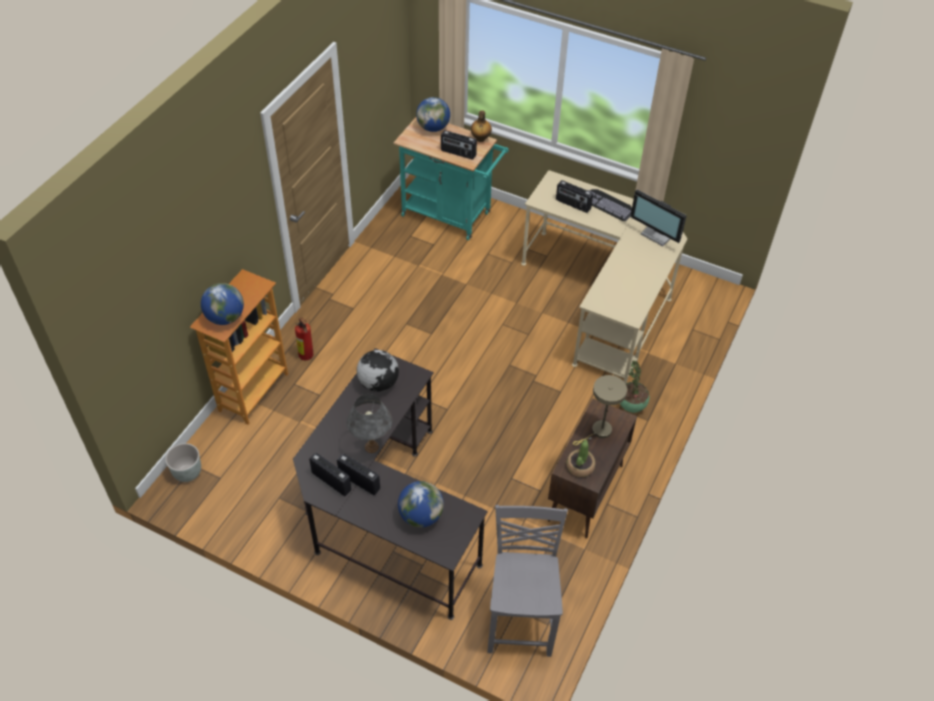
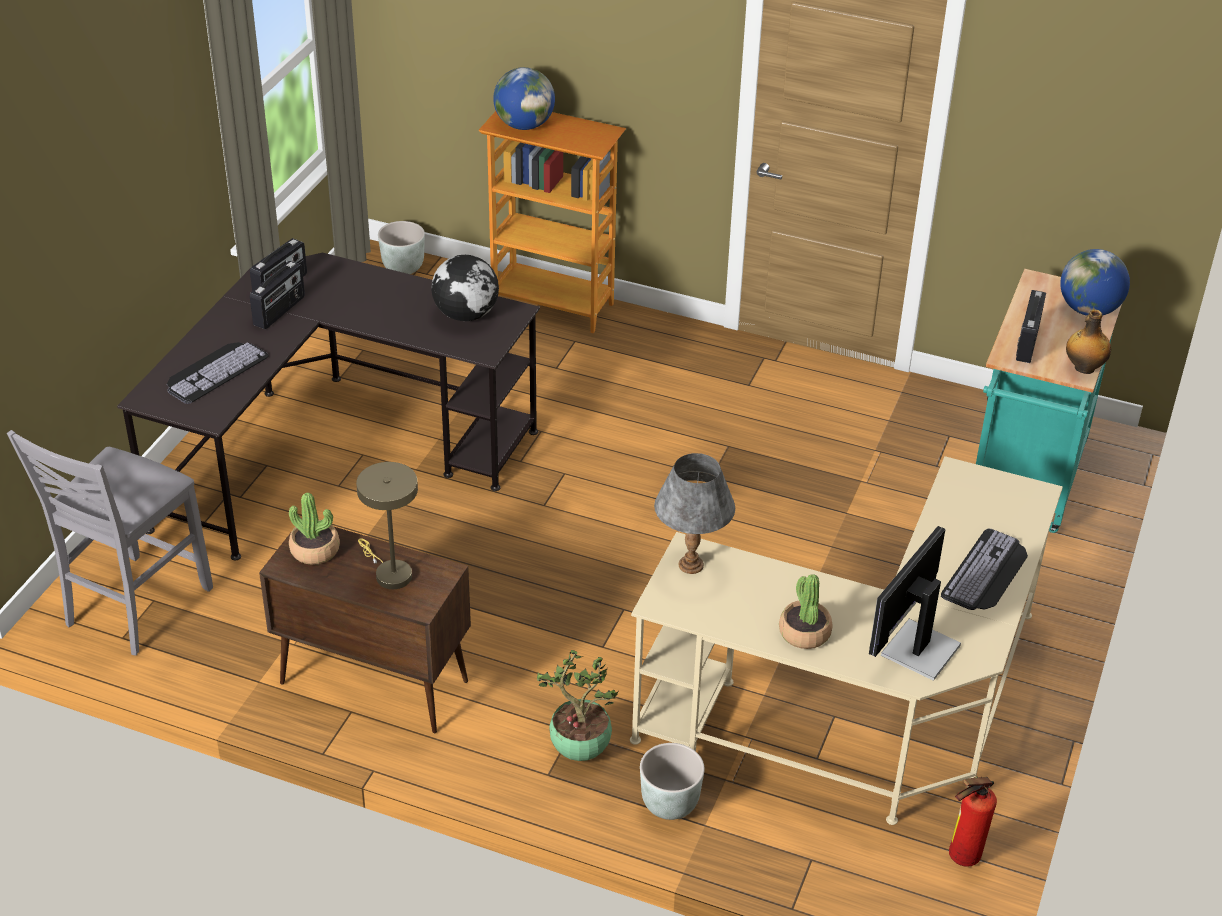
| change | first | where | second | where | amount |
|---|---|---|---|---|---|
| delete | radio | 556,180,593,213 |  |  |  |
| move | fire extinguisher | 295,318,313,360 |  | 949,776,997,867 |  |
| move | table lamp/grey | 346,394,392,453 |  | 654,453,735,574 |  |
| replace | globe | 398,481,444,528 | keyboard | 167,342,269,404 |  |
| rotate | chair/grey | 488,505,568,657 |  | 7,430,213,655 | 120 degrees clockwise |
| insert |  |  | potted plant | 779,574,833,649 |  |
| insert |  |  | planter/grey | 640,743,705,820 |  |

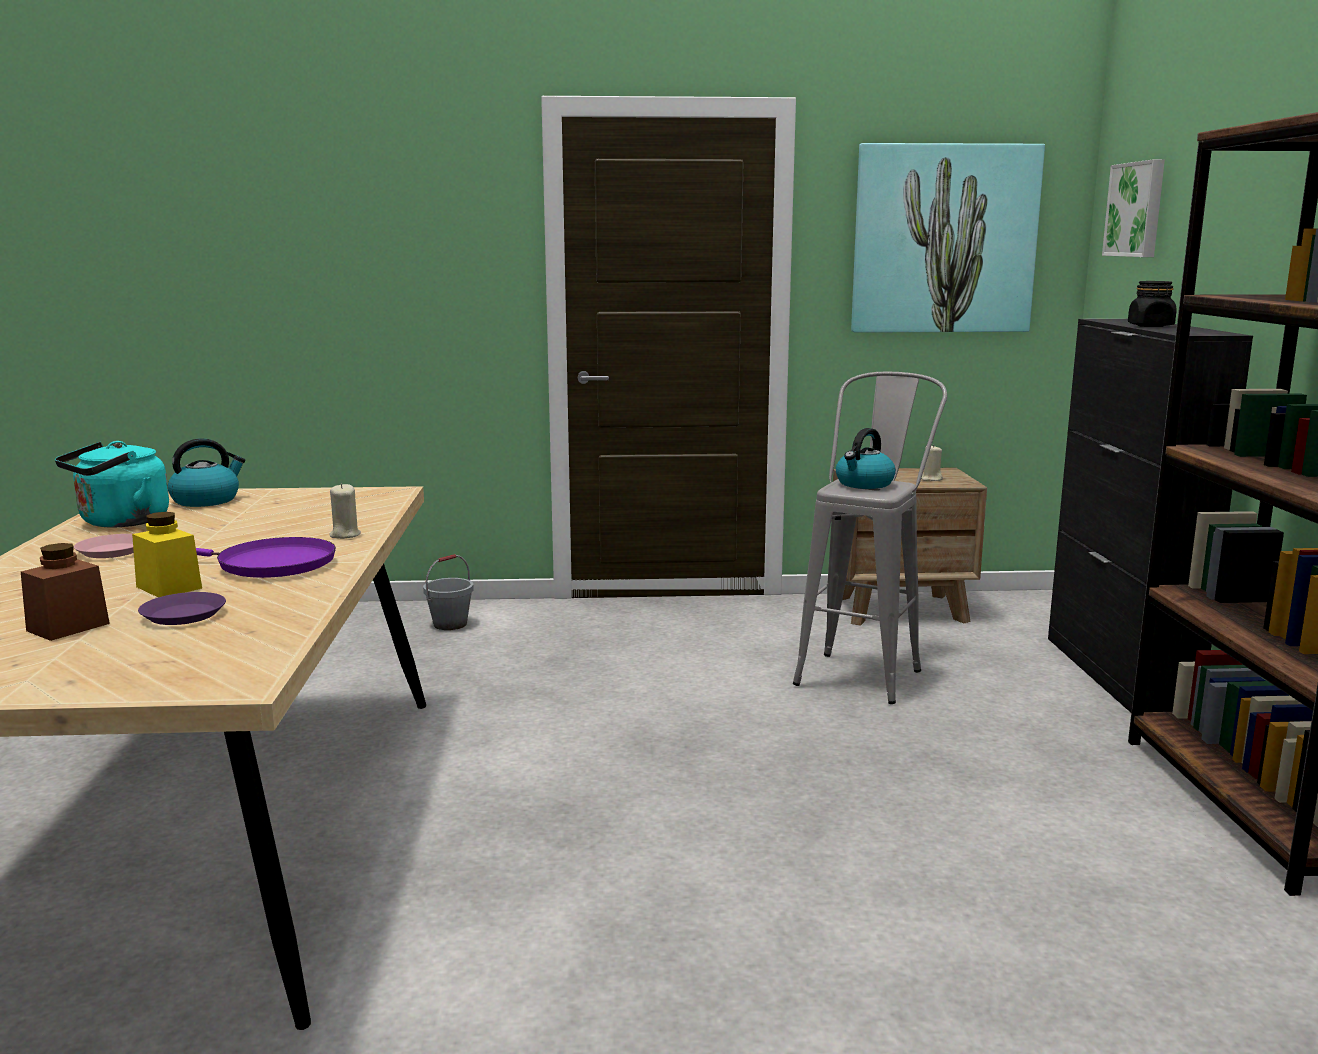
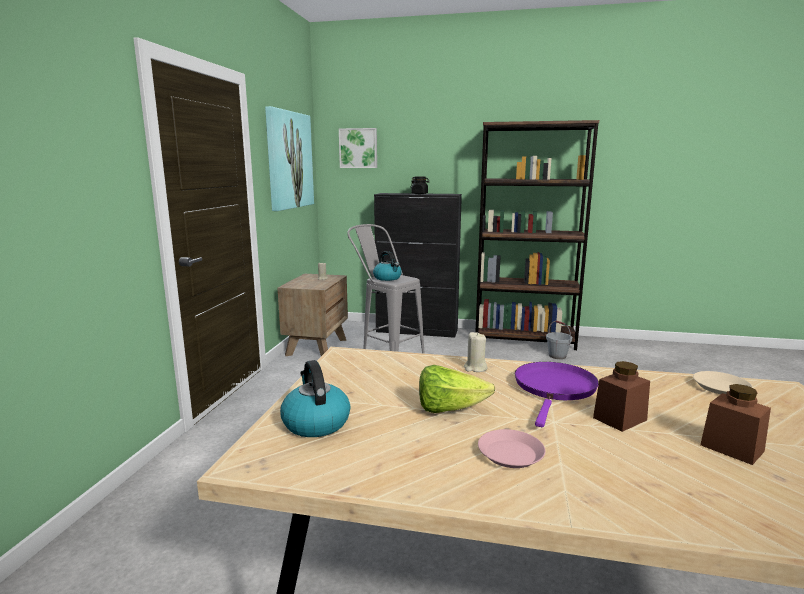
| change | first | where | second | where | amount |
|---|---|---|---|---|---|
| delete | kettle/turquoise | 55,441,169,527 |  |  |  |
| recolor | jar/yellow | 132,512,202,597 | jar/brown | 593,361,650,432 |  |
| move | bucket/grey | 423,554,474,630 |  | 546,320,572,359 |  |
| delete | plate/purple | 138,592,226,625 |  |  |  |
| insert |  |  | lettuce | 419,365,495,413 |  |
| insert |  |  | plate/beige | 693,371,753,394 |  |

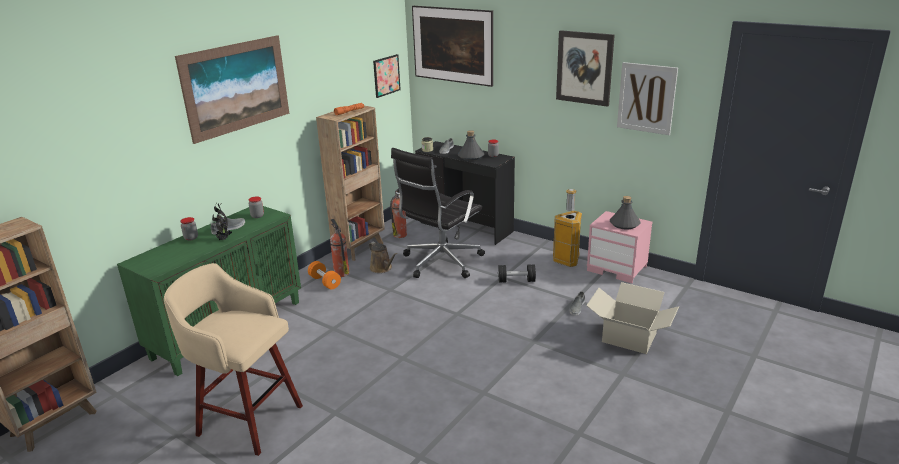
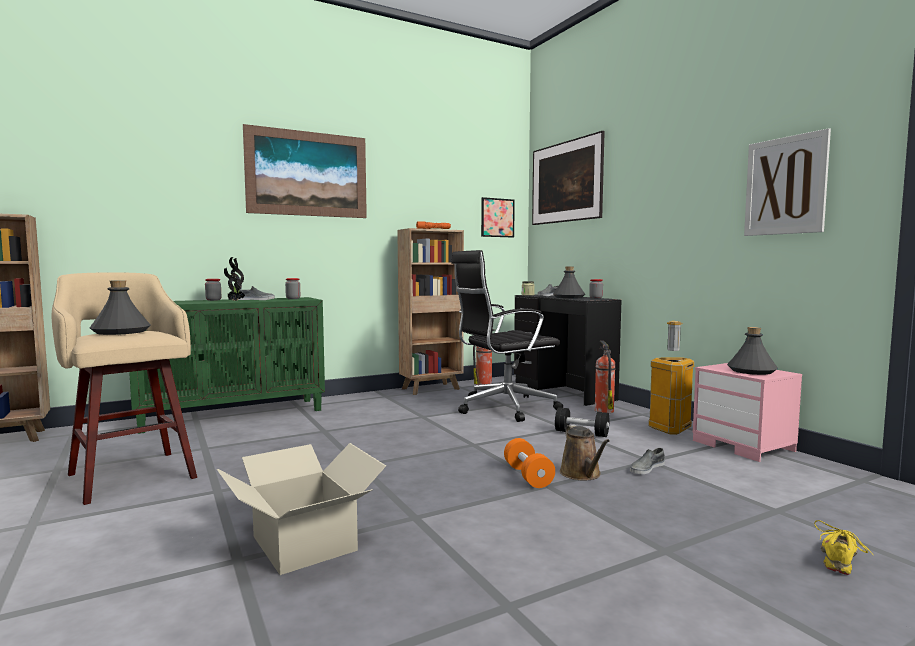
| change | first | where | second | where | amount |
|---|---|---|---|---|---|
| delete | picture | 556,30,615,107 |  |  |  |
| move | fire extinguisher | 330,219,349,277 |  | 595,341,615,413 |  |
| move | watering can/brown | 369,242,397,273 |  | 560,425,610,480 |  |
| move | dumbbell/orange | 308,261,341,289 |  | 504,438,555,488 |  |
| move | cardboard box | 586,282,679,354 |  | 217,443,386,575 |  |
| insert |  |  | bottle/grey | 90,280,151,335 |  |
| insert |  |  | shoe/yellow | 814,520,874,575 |  |

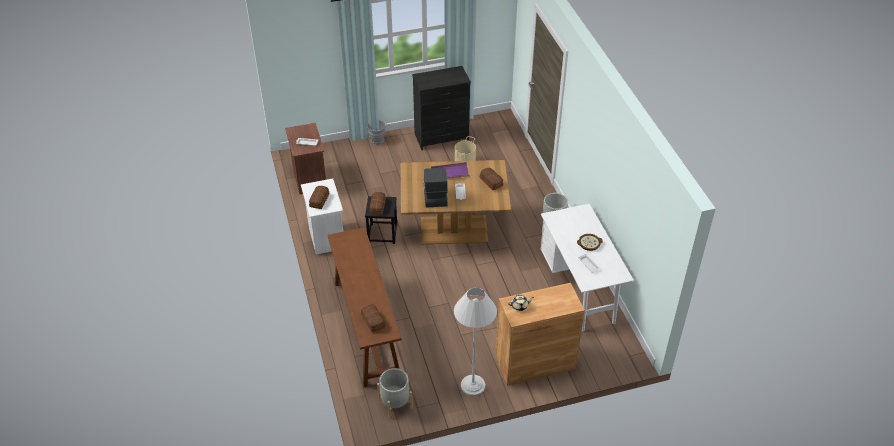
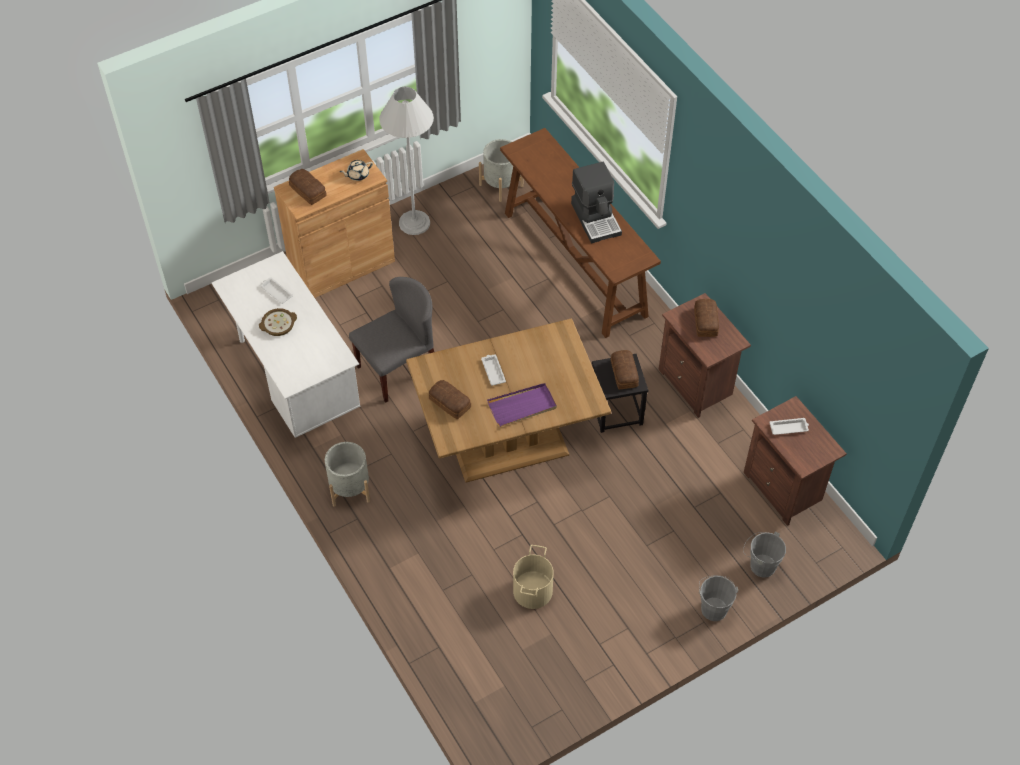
| change | first | where | second | where | amount |
|---|---|---|---|---|---|
| delete | dresser/black | 412,66,471,150 |  |  |  |
| move | coffee machine | 423,168,448,208 |  | 571,161,622,244 |  |
| recolor | nightstand/white | 301,178,343,255 | nightstand/brown | 659,293,751,418 |  |
| move | bread | 361,304,385,333 |  | 289,169,327,205 |  |
| insert |  |  | chair/grey | 349,277,434,403 |  |
| insert |  |  | bucket/grey | 743,531,786,578 |  |

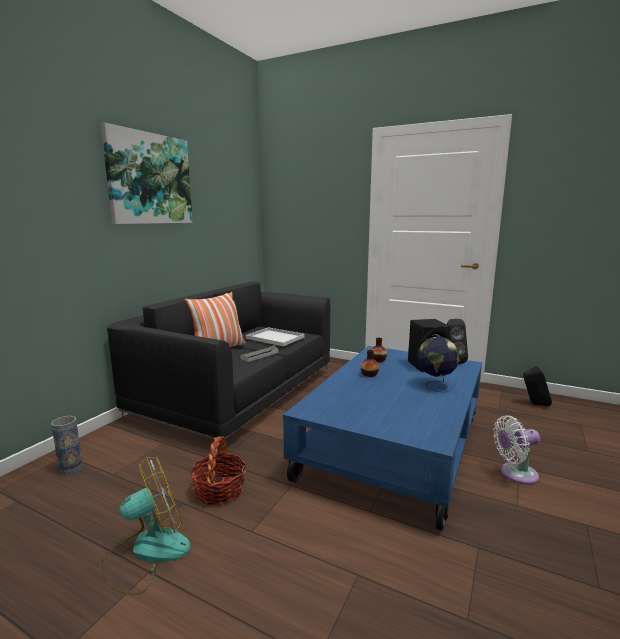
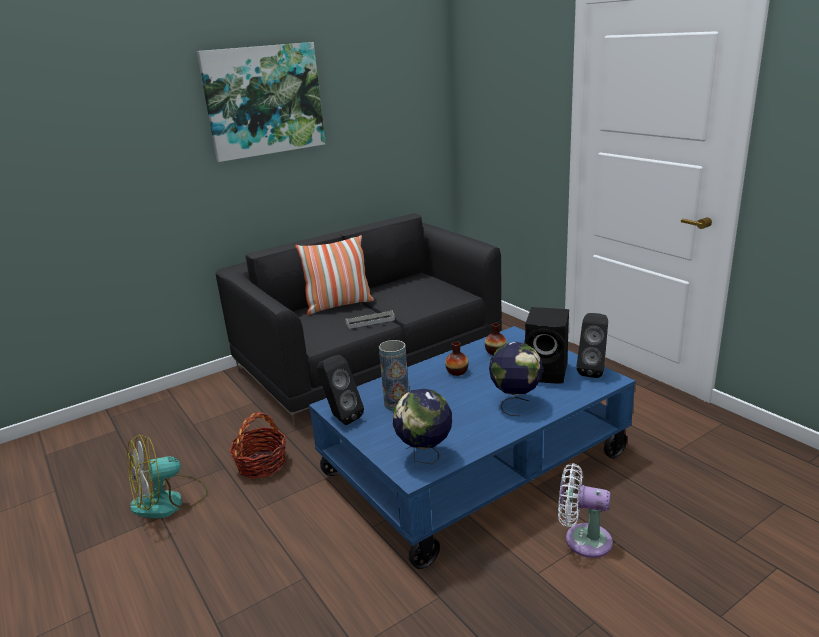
| change | first | where | second | where | amount |
|---|---|---|---|---|---|
| delete | tray/white | 246,327,305,346 |  |  |  |
| move | speaker/black | 523,366,552,406 |  | 317,355,364,425 |  |
| move | vase | 51,416,83,475 |  | 379,340,409,411 |  |
| rotate | fan | 101,456,191,595 |  | 127,435,208,518 | 150 degrees clockwise |
| insert |  |  | globe | 393,389,452,464 |  |

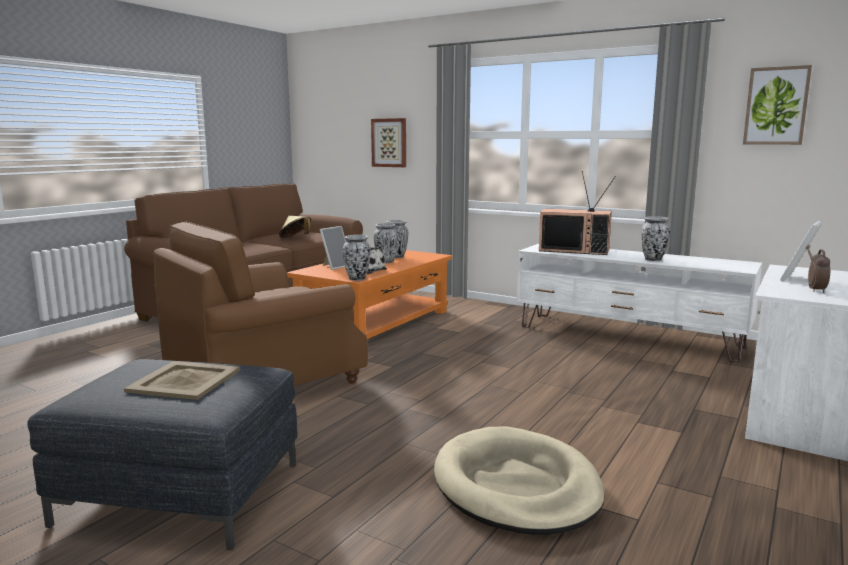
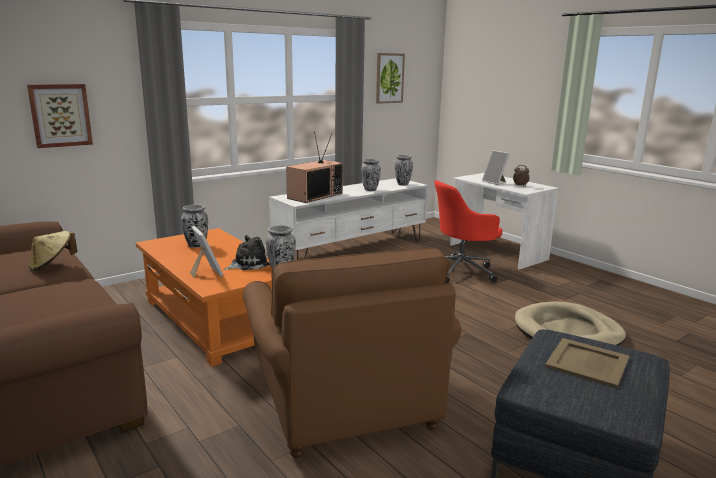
| change | first | where | second | where | amount |
|---|---|---|---|---|---|
| move | vase | 373,223,398,263 |  | 395,155,413,186 |  |
| insert |  |  | office chair/red | 434,180,503,283 |  |

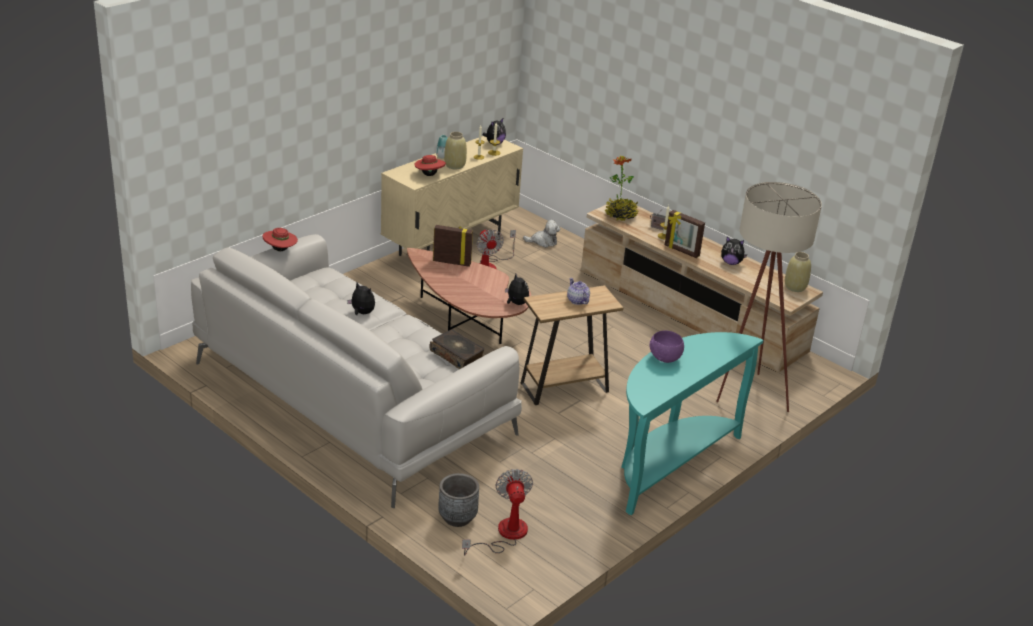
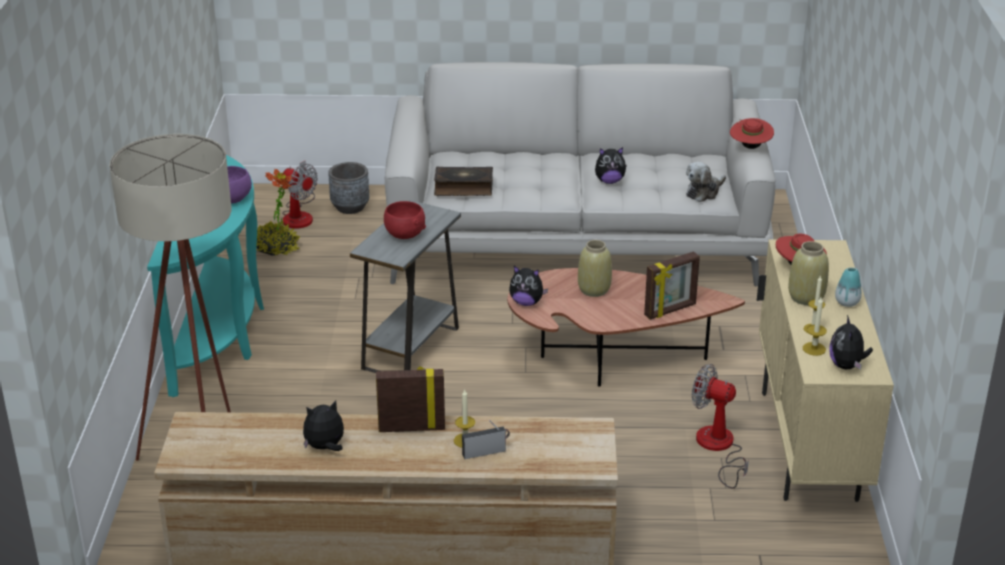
| change | first | where | second | where | amount |
|---|---|---|---|---|---|
| move | potted plant | 605,156,639,221 |  | 256,169,300,256 |  |
| move | plush toy | 523,220,560,248 |  | 686,162,726,202 |  |
| move | vase/beige | 785,252,811,292 |  | 578,240,612,297 |  |
| replace | teapot | 567,278,590,305 | bowl/red | 384,201,426,239 |  |
| recolor | side table/brown | 521,285,623,405 | side table/grey | 350,200,461,373 |  |

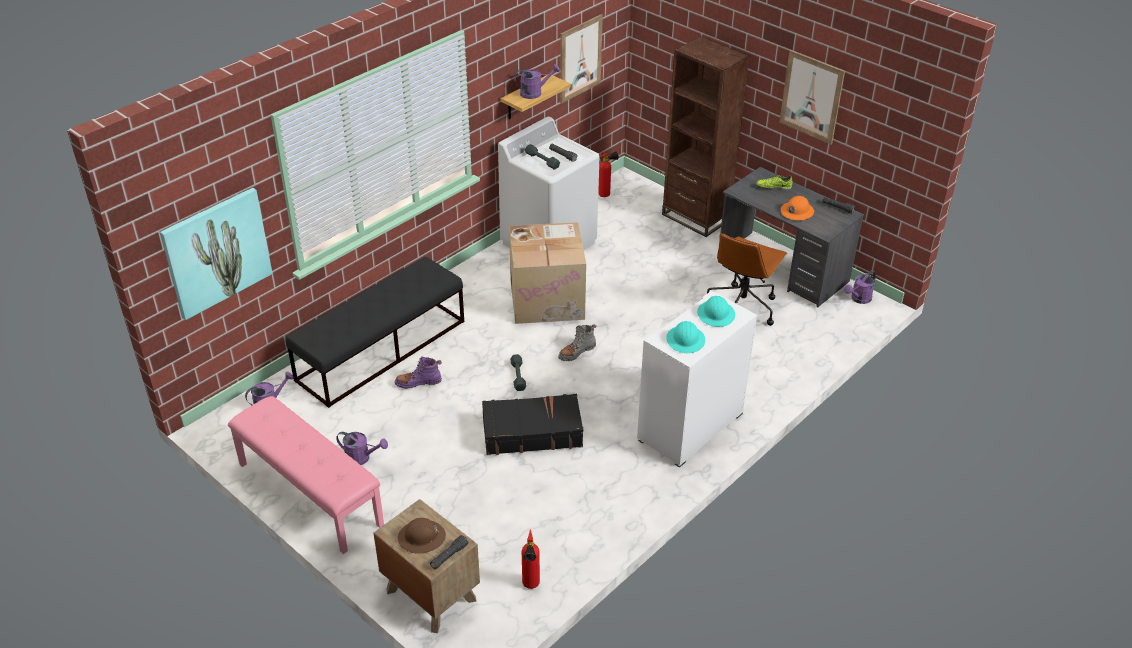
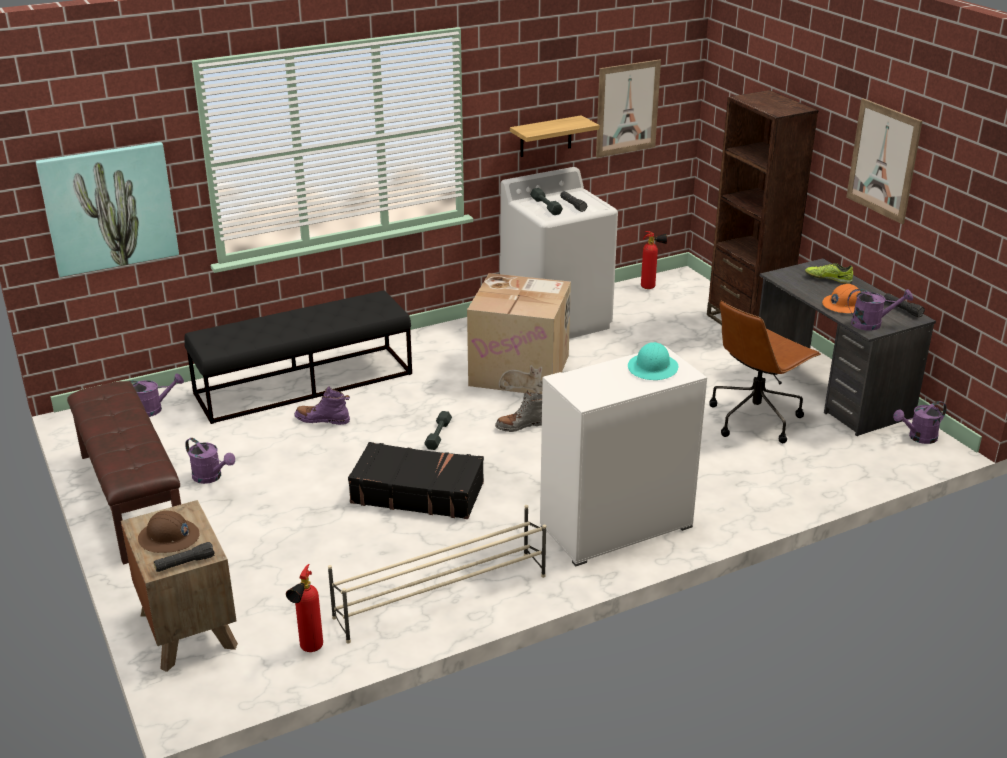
| change | first | where | second | where | amount |
|---|---|---|---|---|---|
| move | watering can/purple | 515,64,560,99 |  | 847,289,913,331 |  |
| delete | hard hat/turquoise | 666,321,705,353 |  |  |  |
| recolor | bench/pink | 228,396,384,554 | bench/brown | 67,381,181,564 |  |
| insert |  |  | shoe rack/beige | 328,505,546,643 |  |

